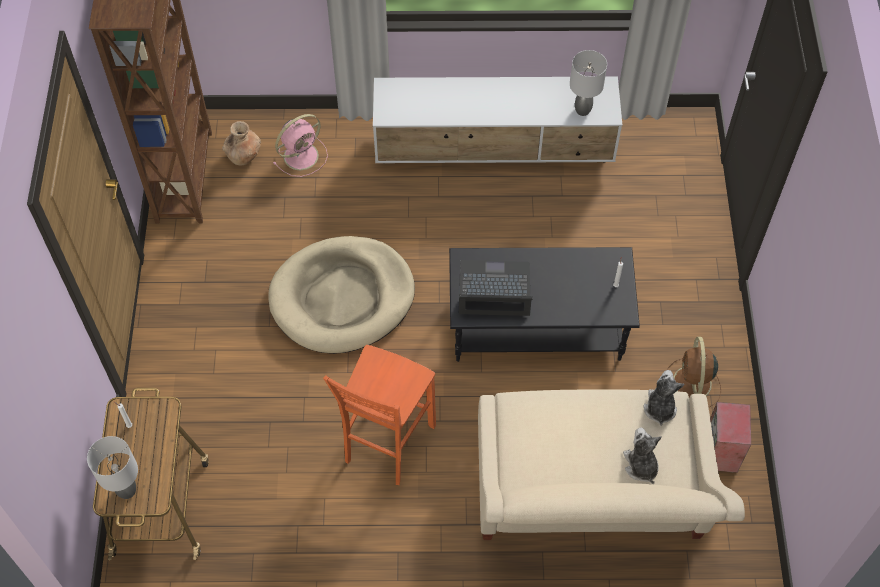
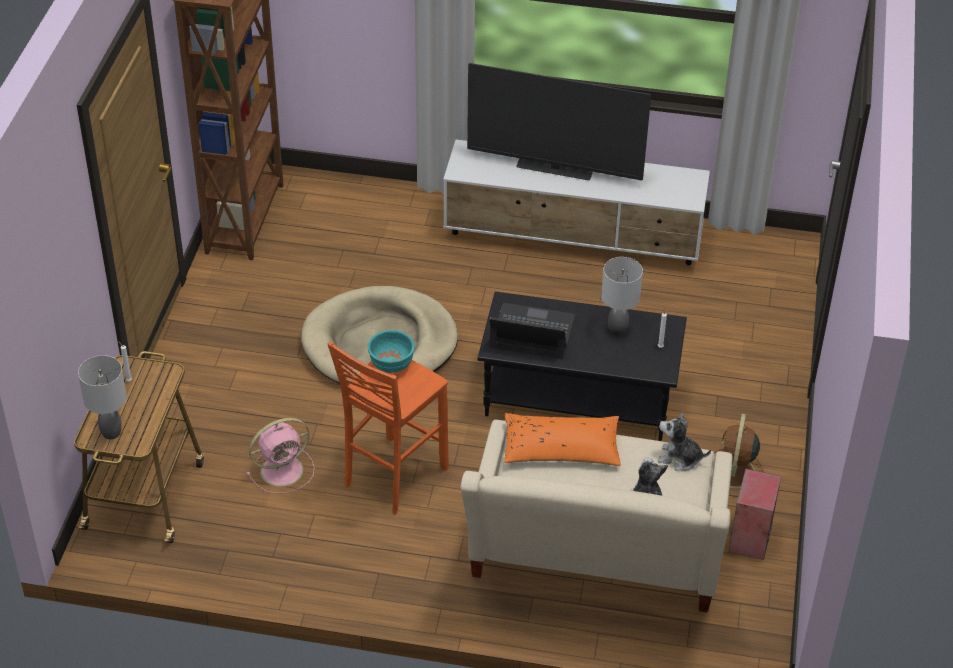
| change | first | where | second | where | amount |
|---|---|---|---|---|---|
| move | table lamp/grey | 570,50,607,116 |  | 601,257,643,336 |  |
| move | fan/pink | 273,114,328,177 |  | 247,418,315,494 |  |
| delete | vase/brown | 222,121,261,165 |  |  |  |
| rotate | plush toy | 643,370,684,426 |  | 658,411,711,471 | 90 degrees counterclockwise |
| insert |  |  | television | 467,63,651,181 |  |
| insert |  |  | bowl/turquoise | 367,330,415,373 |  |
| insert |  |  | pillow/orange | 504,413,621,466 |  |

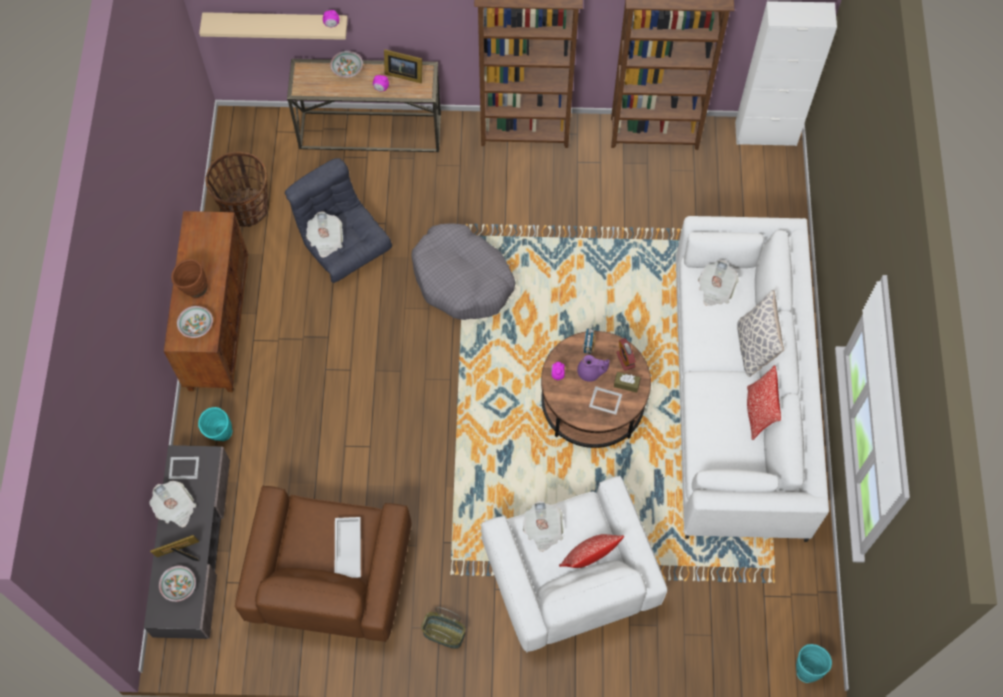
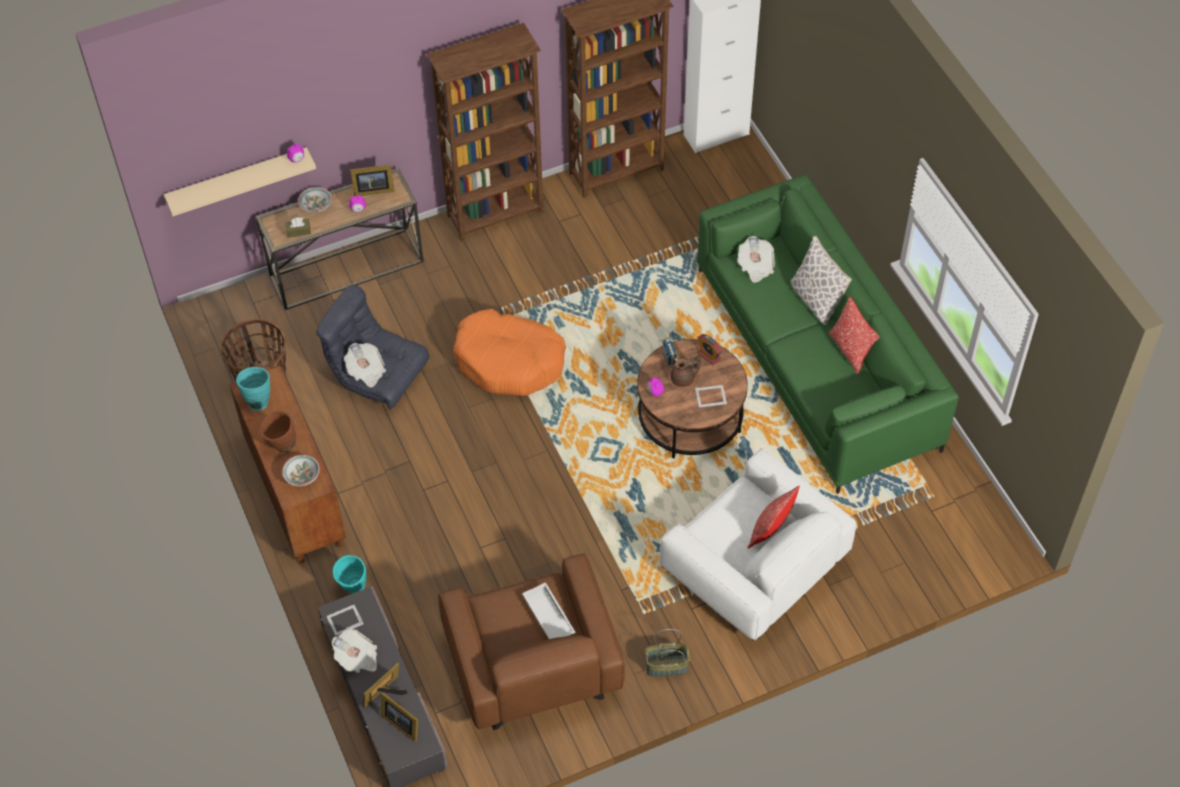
| change | first | where | second | where | amount |
|---|---|---|---|---|---|
| recolor | sofa/white | 676,216,829,542 | sofa/green | 696,174,959,494 |  |
| recolor | dog bed/grey | 412,224,516,320 | dog bed/orange | 453,309,566,396 |  |
| recolor | teapot/purple | 577,355,610,382 | teapot/brown | 670,355,701,387 |  |
| move | tissue box/brown | 614,372,641,392 |  | 285,217,311,238 |  |
| delete | newspaper | 523,501,564,552 |  |  |  |
| replace | bowl | 159,565,196,602 | picture frame | 381,693,418,742 |  |
| move | vase/turquoise | 796,644,832,683 |  | 236,367,270,411 |  |

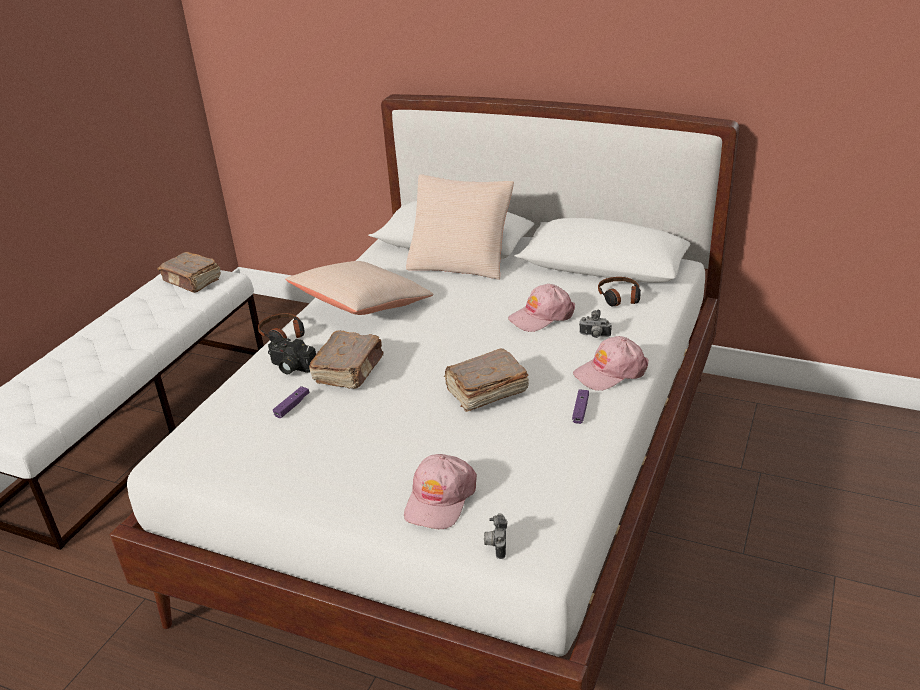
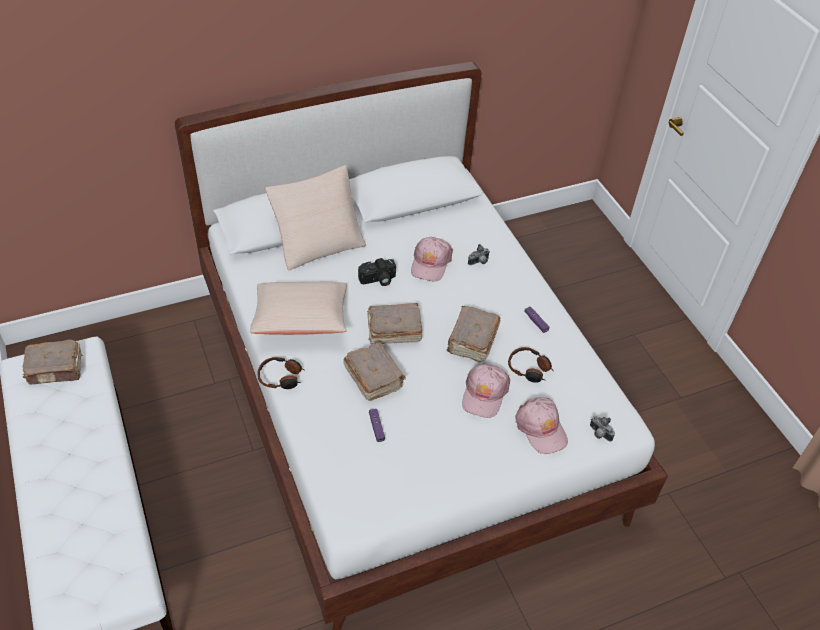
| change | first | where | second | where | amount |
|---|---|---|---|---|---|
| move | headphones | 598,277,641,306 |  | 508,347,553,383 |  |
| move | cap/pink | 573,336,648,391 |  | 462,364,510,418 |  |
| move | photo camera | 268,338,316,375 |  | 358,258,396,286 |  |
| insert |  |  | book/brown | 367,303,422,344 |  |

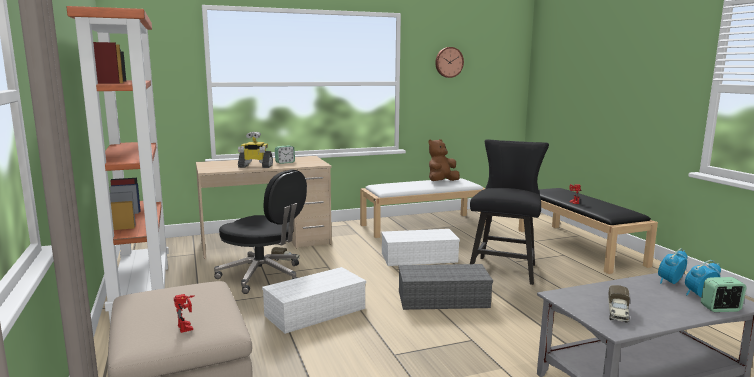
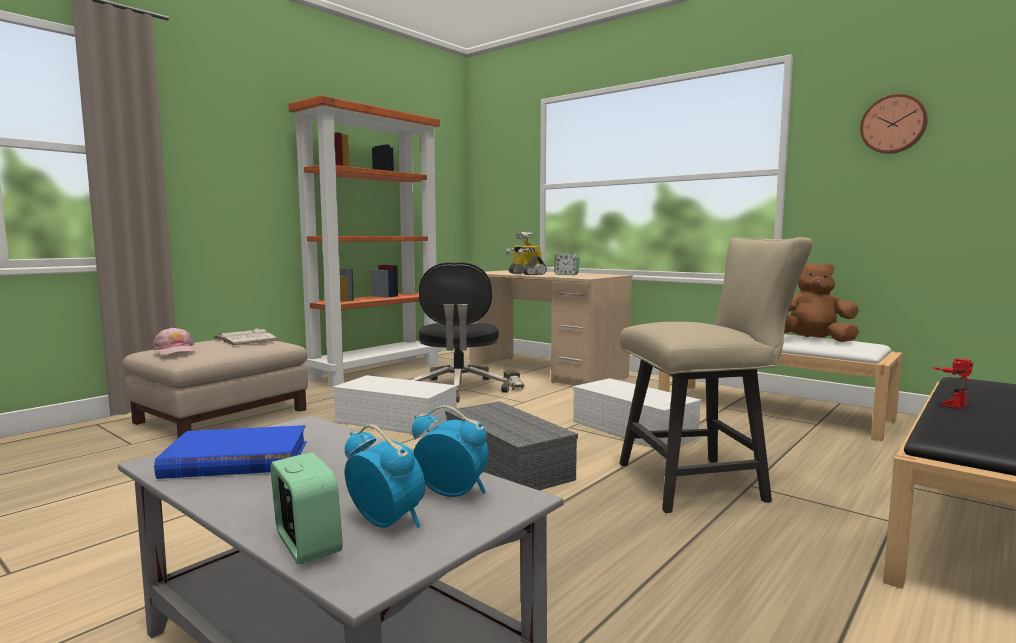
| change | first | where | second | where | amount |
|---|---|---|---|---|---|
| recolor | chair/black | 470,139,549,285 | chair/beige | 619,237,813,513 |  |
| replace | toy truck | 608,285,630,323 | book/blue | 154,425,307,479 |  |
| replace | toy robot | 174,294,194,333 | cap/pink | 152,327,196,355 |  |
| insert |  |  | book/white | 213,328,278,345 |  |

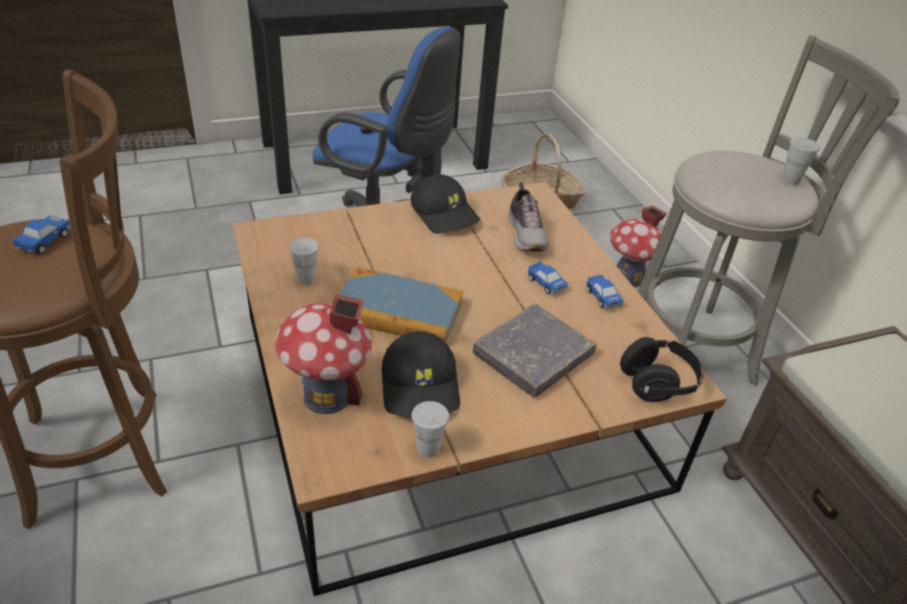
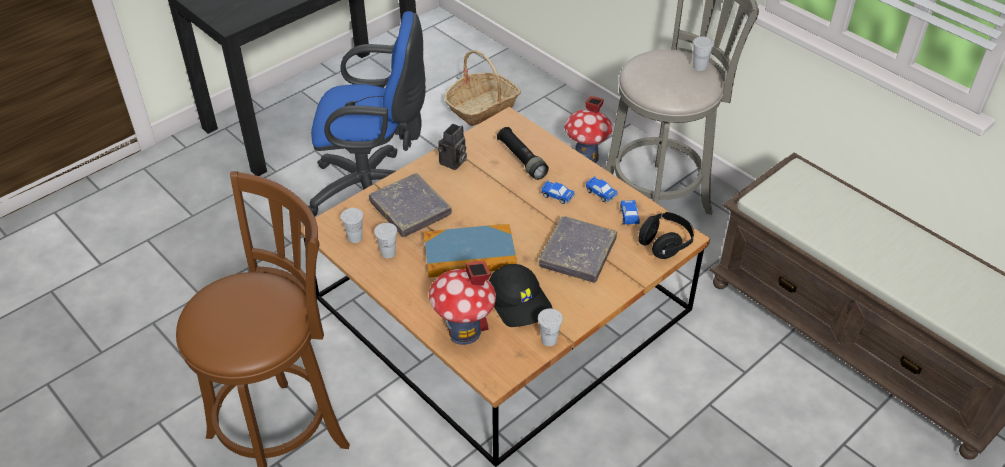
| change | first | where | second | where | amount |
|---|---|---|---|---|---|
| replace | cap/black | 411,174,481,234 | photo camera | 438,124,467,170 |  |
| replace | shoe | 508,183,549,251 | flashlight/black | 497,127,549,180 |  |
| move | toy car | 11,215,71,254 |  | 620,200,640,225 |  |
| insert |  |  | book/grey | 369,173,452,237 |  |
| insert |  |  | cup/white | 341,208,364,243 |  |

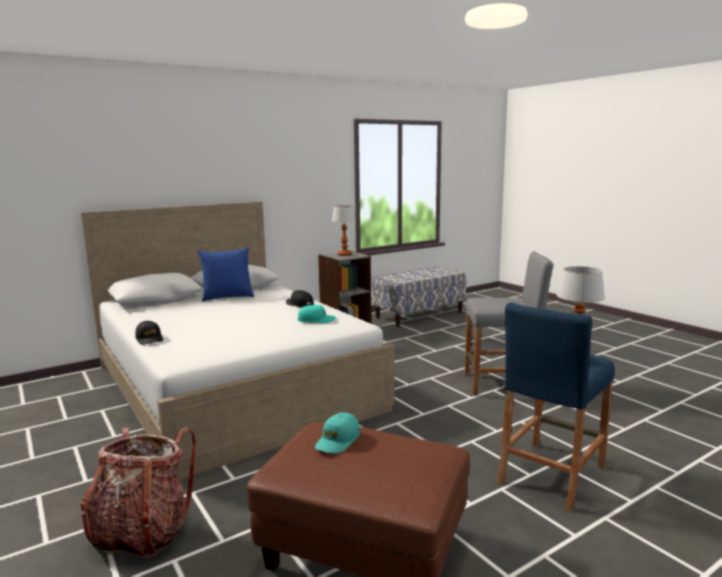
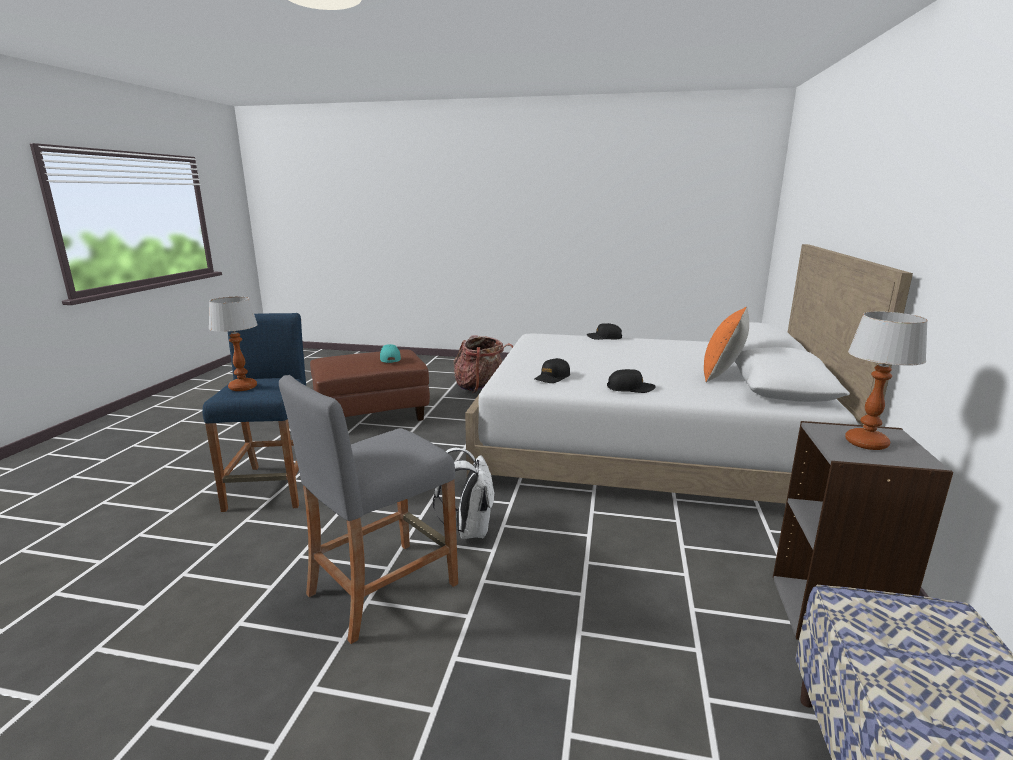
| change | first | where | second | where | amount |
|---|---|---|---|---|---|
| recolor | pillow/blue | 197,248,254,302 | pillow/orange | 704,307,749,382 |  |
| recolor | cap/turquoise | 298,305,336,323 | cap/black | 535,358,570,383 |  |
| insert |  |  | backpack/white | 433,448,495,539 |  |

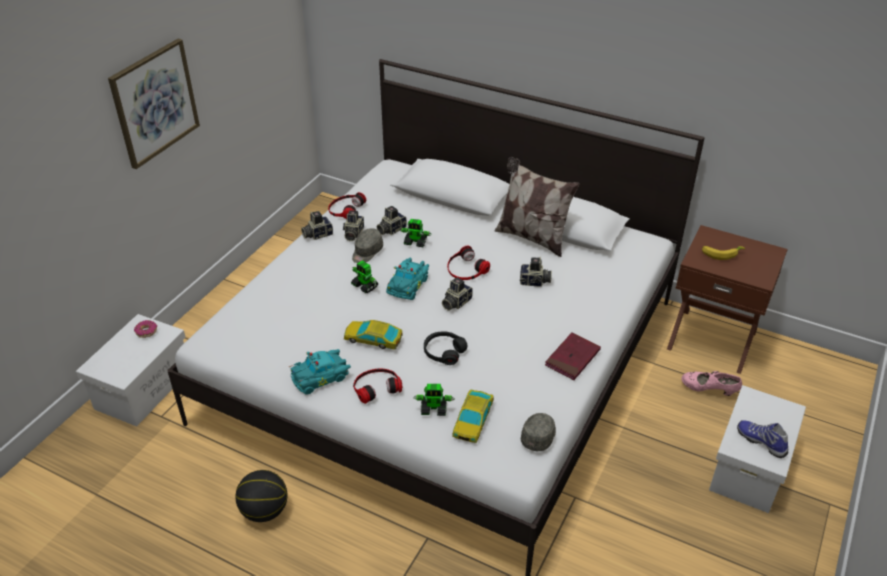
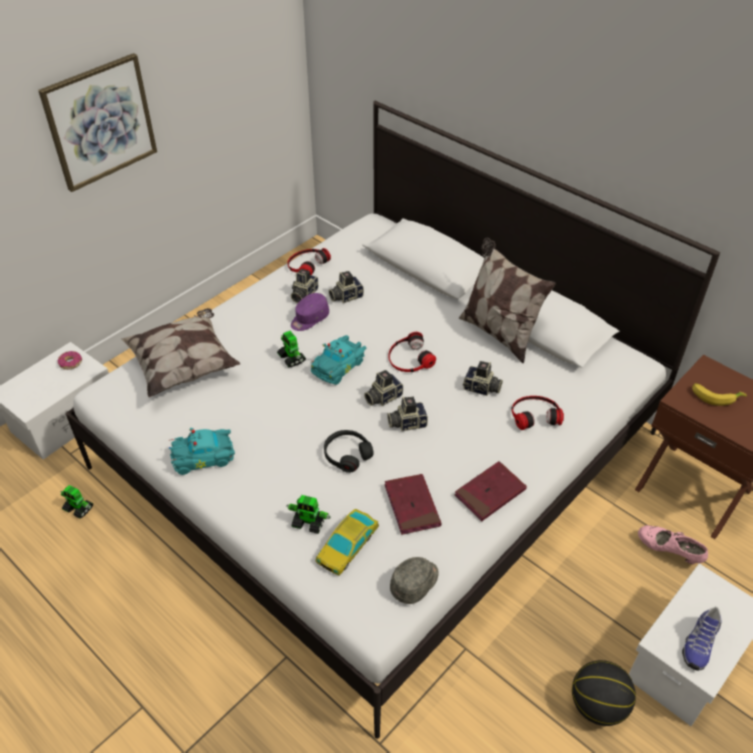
| change | first | where | second | where | amount |
|---|---|---|---|---|---|
| move | photo camera | 301,211,333,240 |  | 387,397,428,431 |  |
| move | toy robot | 400,219,431,247 |  | 60,485,93,519 |  |
| recolor | cap/grey | 352,228,383,263 | cap/purple | 291,293,329,331 |  |
| delete | toy car | 344,320,403,350 |  |  |  |
| move | headphones | 353,369,403,404 |  | 511,396,564,430 |  |
| rotate | shoe | 737,420,788,458 |  | 682,607,722,671 | 120 degrees counterclockwise |
| move | basketball | 235,470,288,522 |  | 572,660,636,726 |  |
| insert |  |  | pillow | 121,308,241,397 |  |
| insert |  |  | book/red | 384,474,442,535 |  |

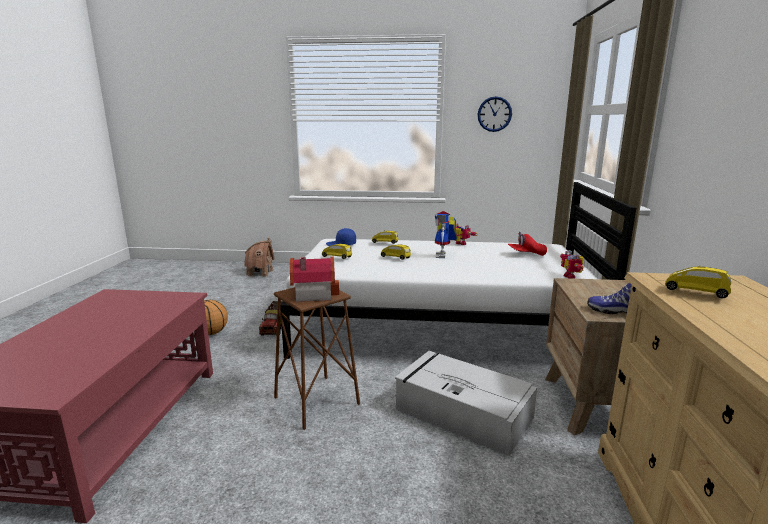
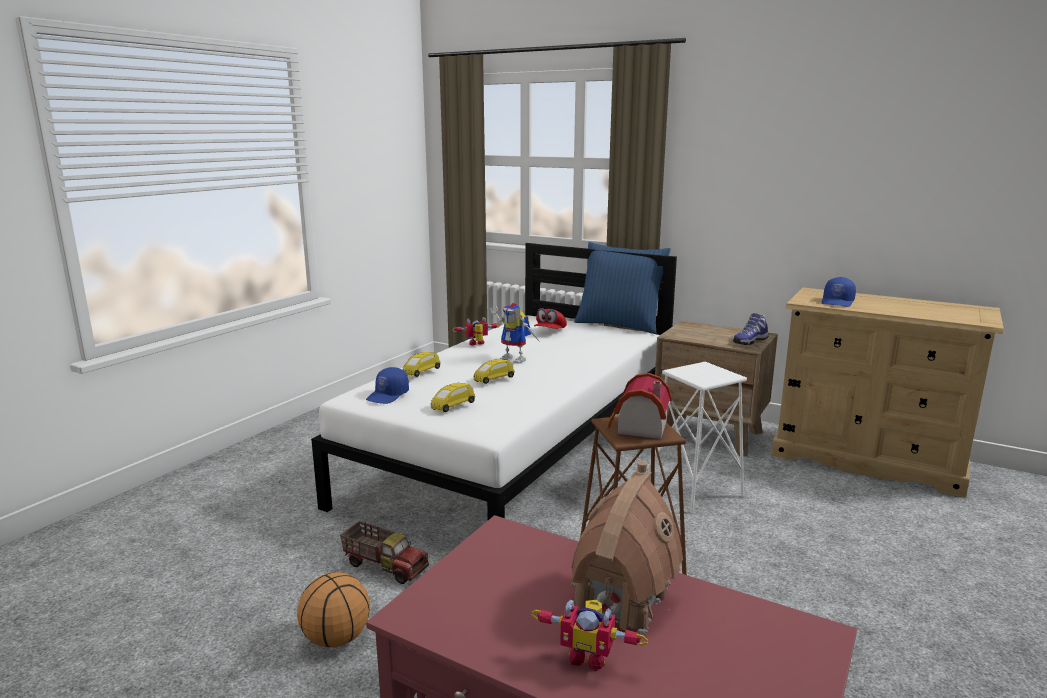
| change | first | where | second | where | amount |
|---|---|---|---|---|---|
| delete | wall clock | 478,96,512,132 |  |  |  |
| move | toy house | 244,238,274,277 |  | 571,461,683,634 |  |
| move | toy robot | 560,250,584,279 |  | 531,600,648,671 |  |
| replace | toy car/yellow | 665,267,731,298 | cap/blue | 822,277,856,307 |  |
| replace | storage box/grey | 395,351,537,456 | stool/white | 648,362,747,514 |  |
| insert |  |  | pillow/blue | 574,242,671,334 |  |

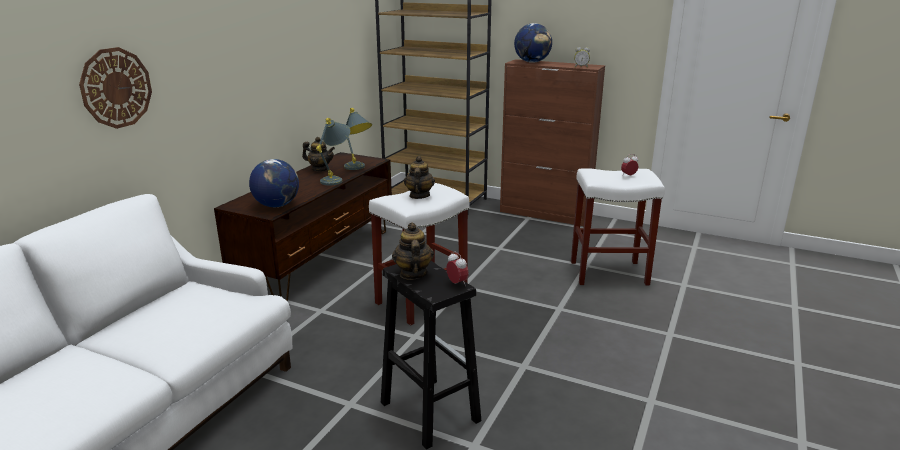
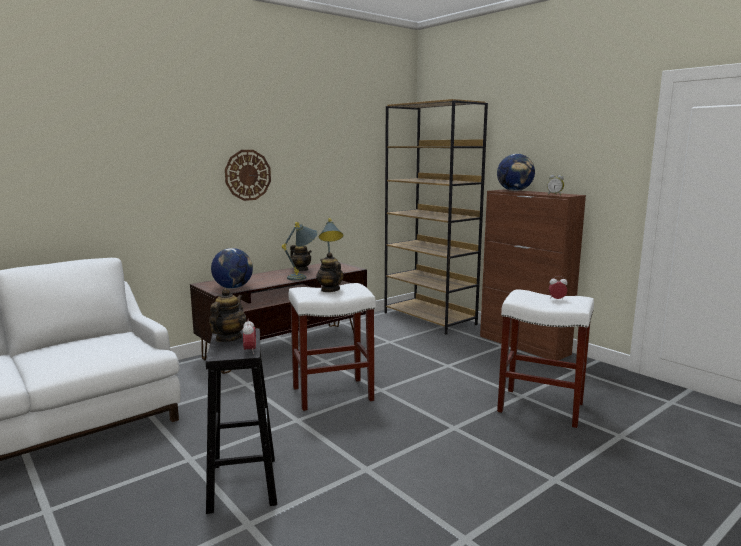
| change | first | where | second | where | amount |
|---|---|---|---|---|---|
| move | wall clock | 79,47,152,129 |  | 225,150,271,201 |  |
| rotate | teapot | 404,156,435,199 |  | 316,252,344,292 | 60 degrees counterclockwise |

